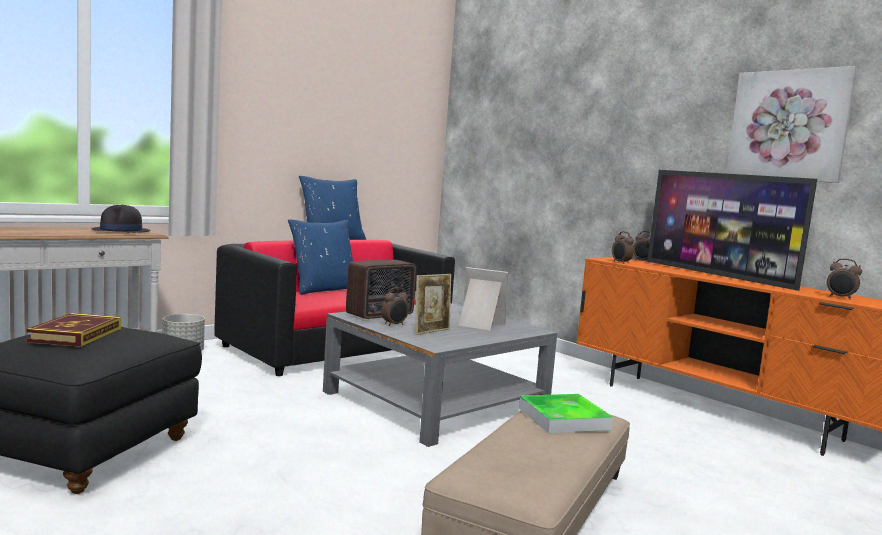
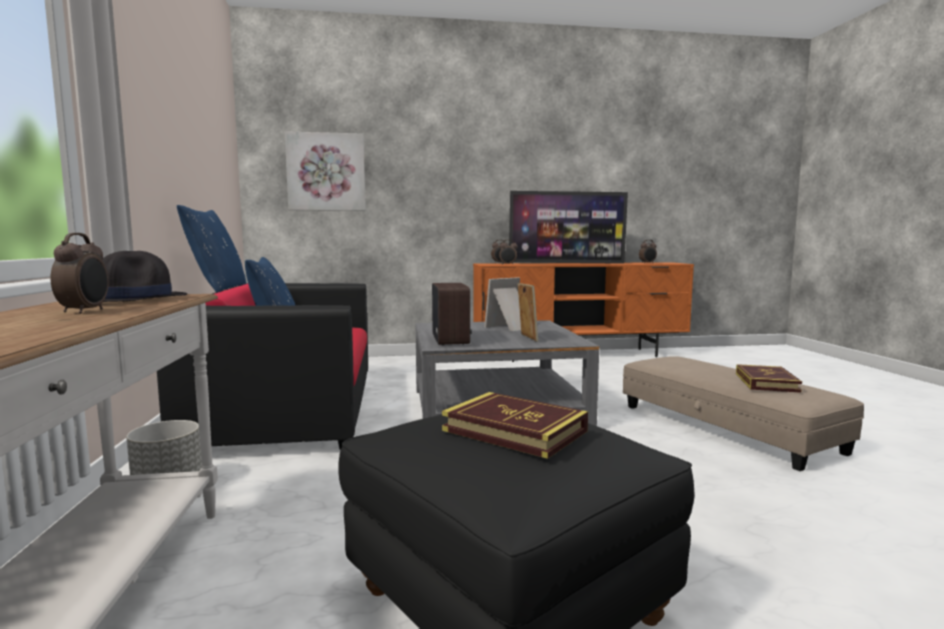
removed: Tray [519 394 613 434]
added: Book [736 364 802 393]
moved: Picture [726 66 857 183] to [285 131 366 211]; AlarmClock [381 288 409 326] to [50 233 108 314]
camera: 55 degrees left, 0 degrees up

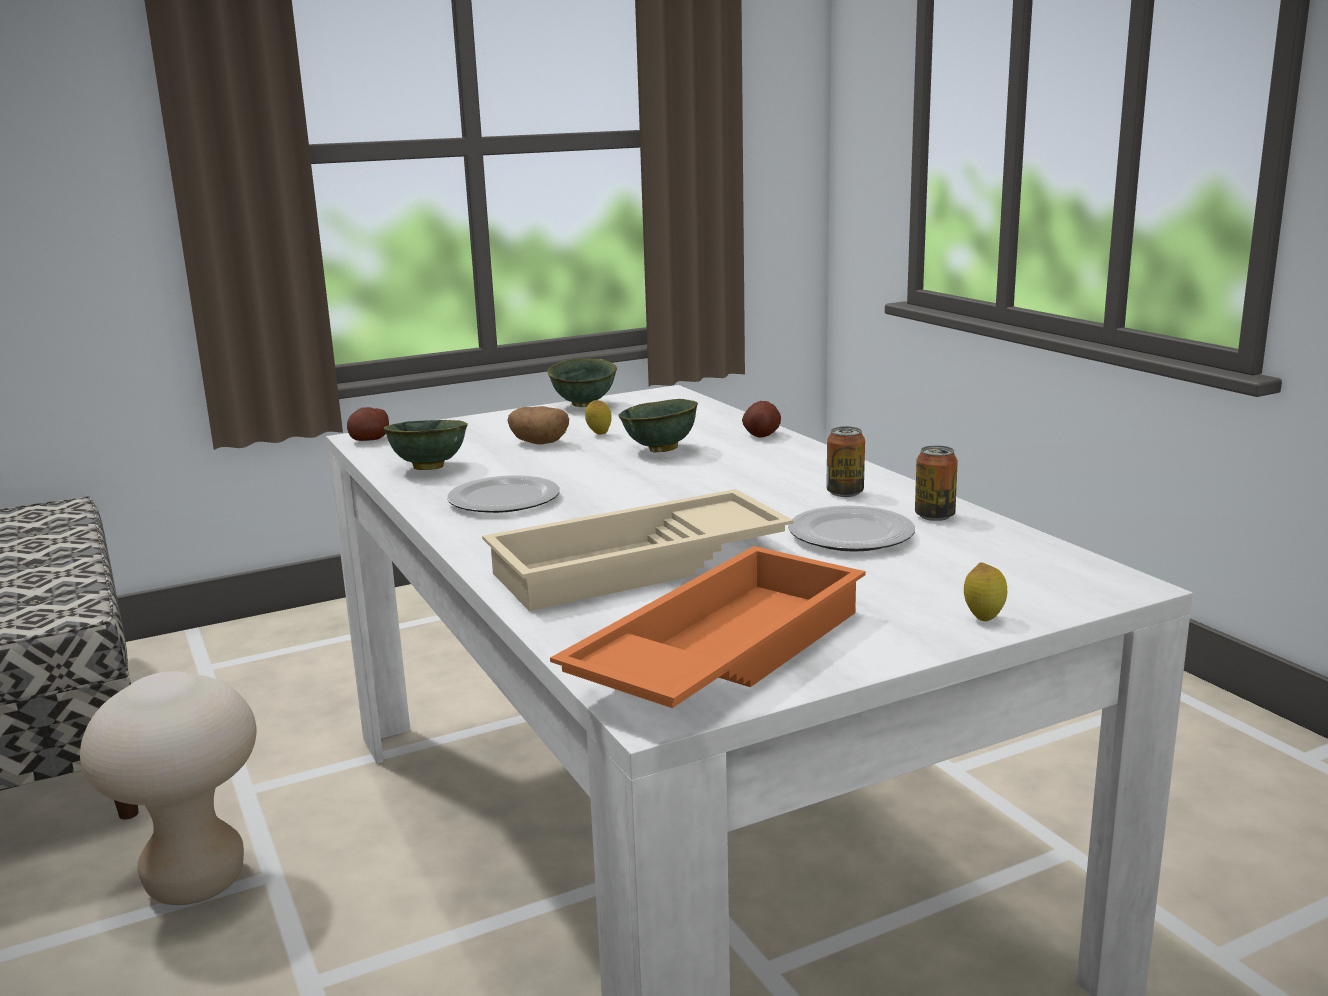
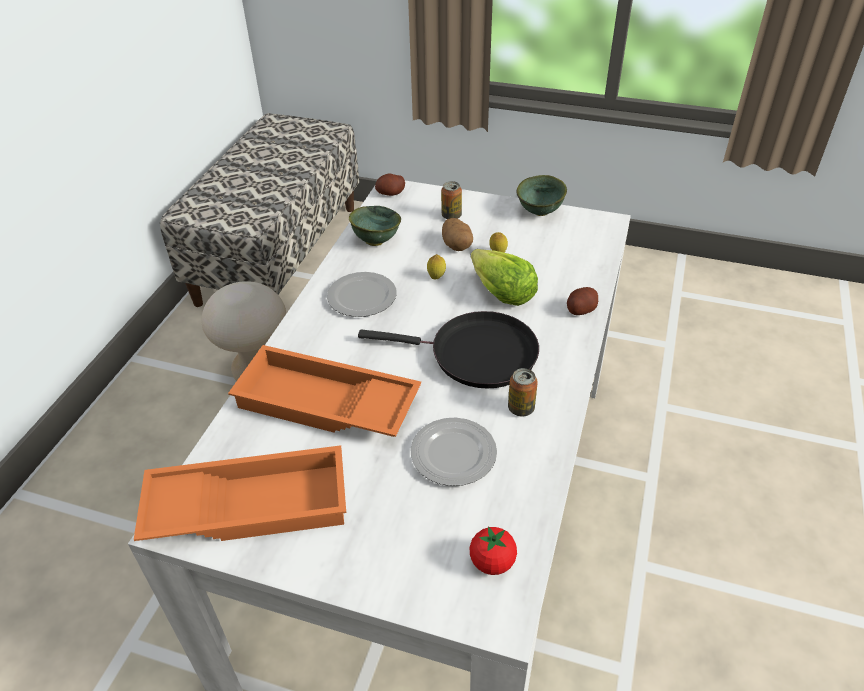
added: BlackFryingPan [358 311 539 388]; Tomato [470 526 517 575]
moved: Can [915 446 958 521] to [441 181 462 219]; Lemon [964 562 1007 621] to [427 254 446 279]
replaced: GreenBowl [618 399 698 452] to Lettuce [471 249 538 306]
recoloured: BeigeTray [482 489 793 611] to OrangeTray [228 345 421 437]
camera: 45 degrees right, 25 degrees up

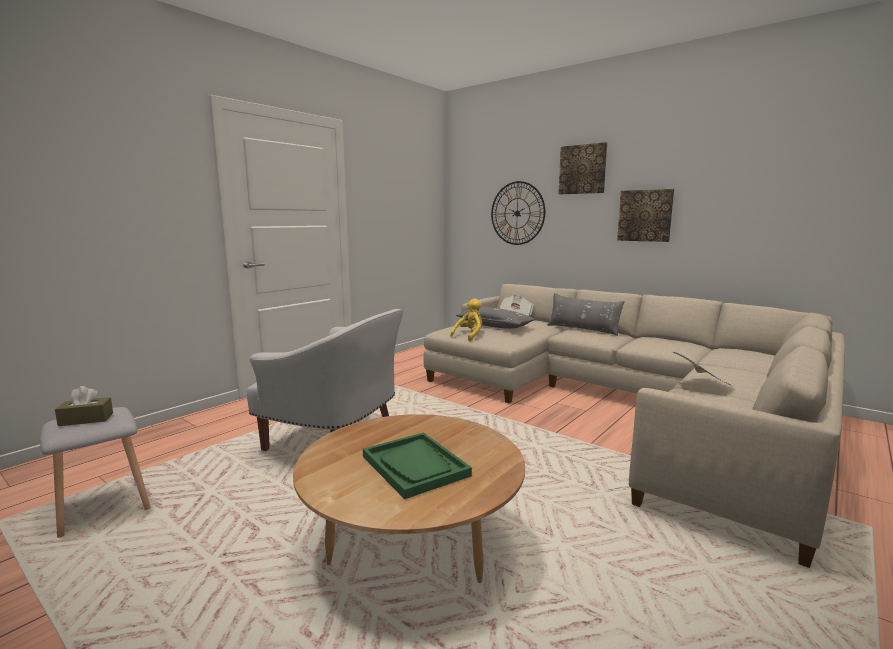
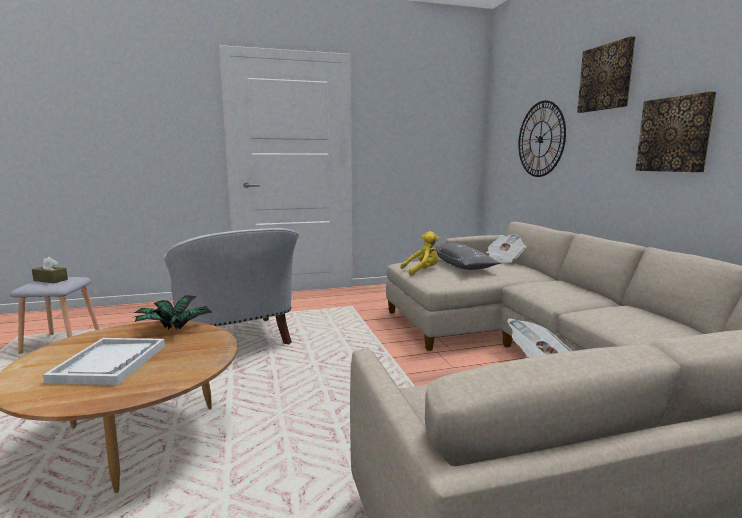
removed: GreyPillow [547 293 625 336]
added: PottedPlant [134 295 212 330]
recoloured: GreenTray [363 432 472 499] to WhiteTray [43 338 165 385]
camera: 35 degrees right, 0 degrees up

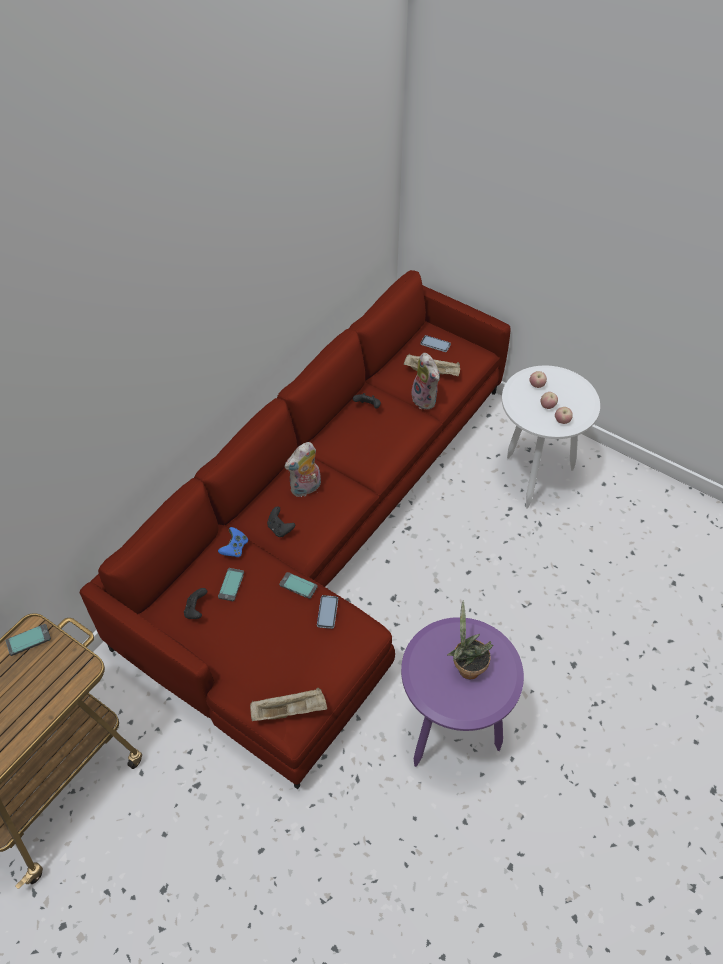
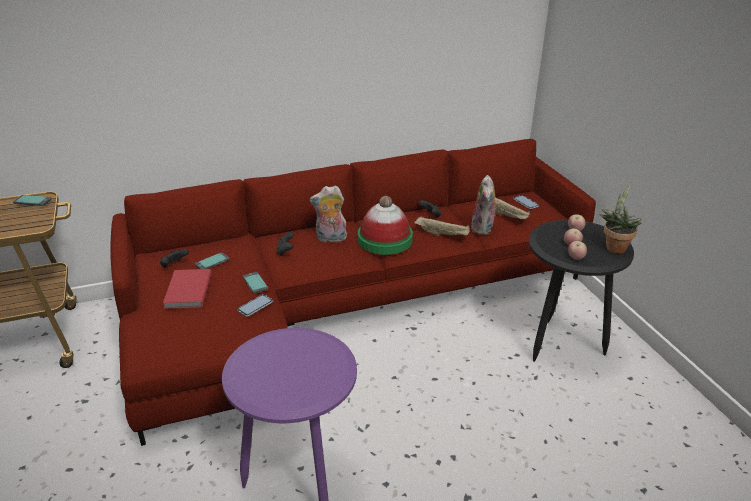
removed: BlueGameController [218 527 248 558]
added: Hat [358 196 413 255]; RedBook [163 269 212 309]
moved: PottedPlant [447 601 493 679] to [599 184 642 254]; BeigeTray [250 688 327 721] to [414 216 470 236]
recoloured: WhiteSideTable [502 366 600 508] to BlackSideTable [529 220 634 362]
camera: 35 degrees right, 20 degrees down

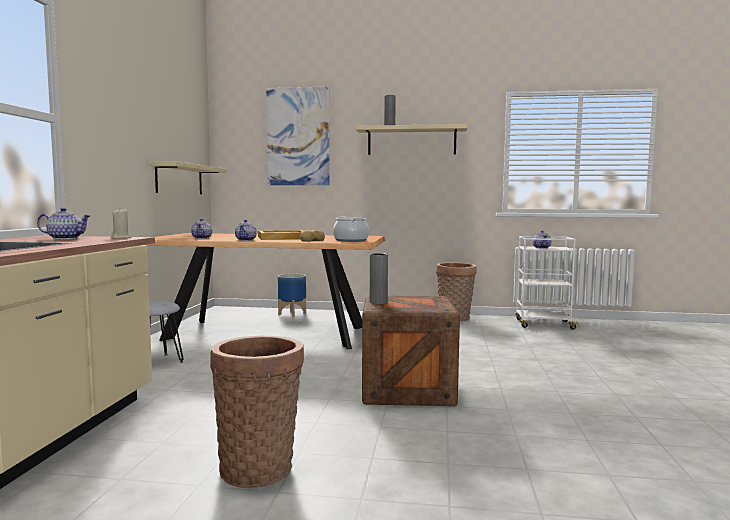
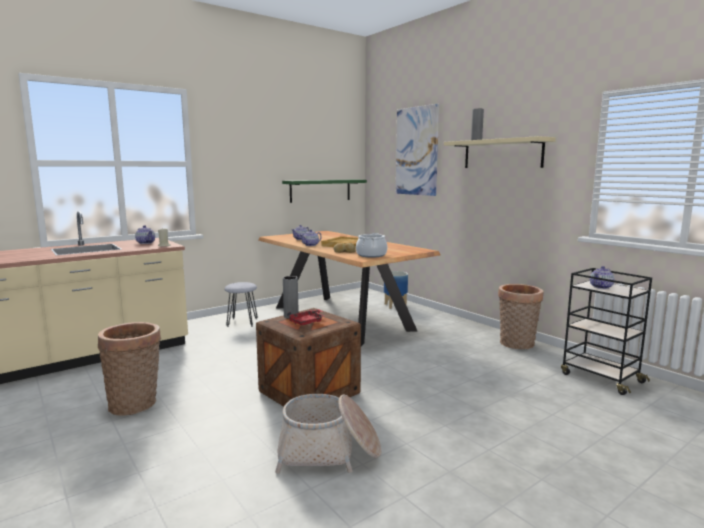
added: RedTray [287 309 325 325]; Basket [275 394 381 474]
recoloured: BeigeShelf [149 161 227 194] to GreenShelf [282 179 367 203]; WhiteCart [515 236 579 330] to BlackCart [561 268 652 395]
camera: 45 degrees right, 5 degrees up

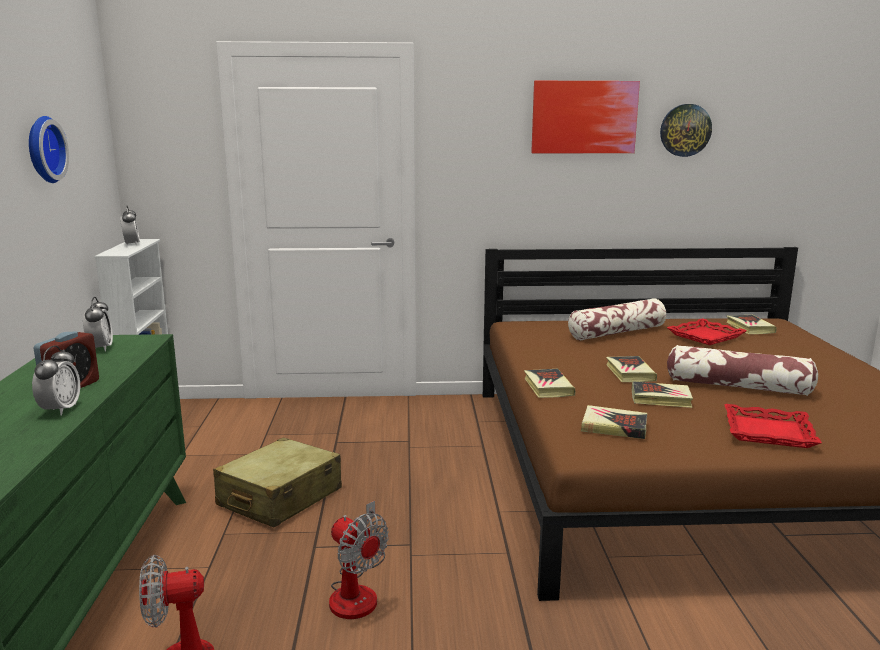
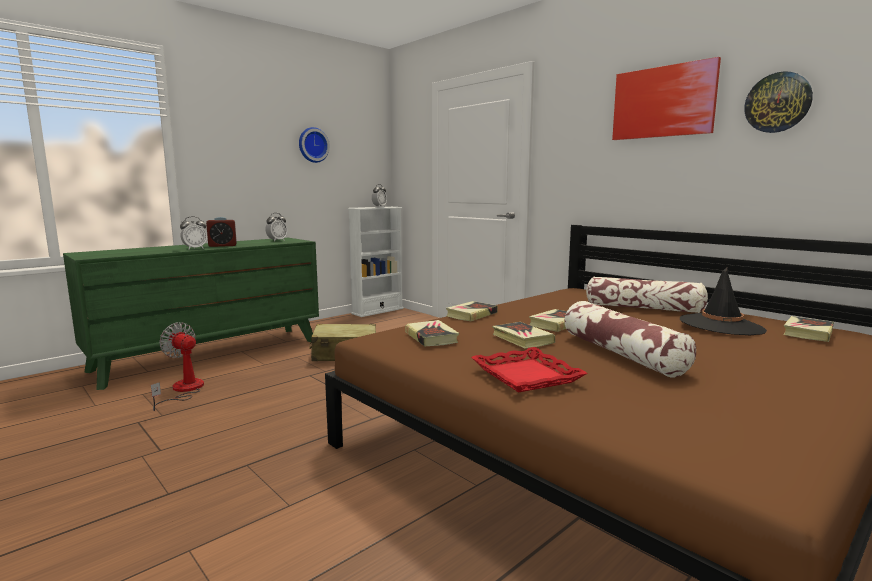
removed: Fan [329 501 389 619]
replaced: RedTray [667 318 747 345] to BlackHat [680 267 767 335]
camera: 50 degrees right, 5 degrees down

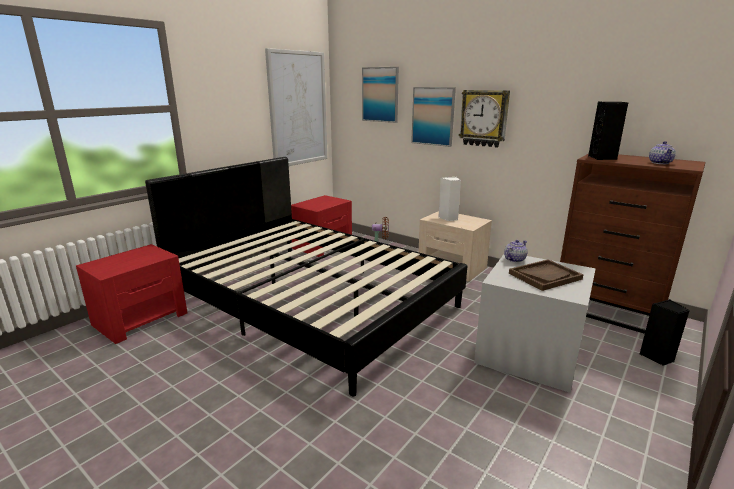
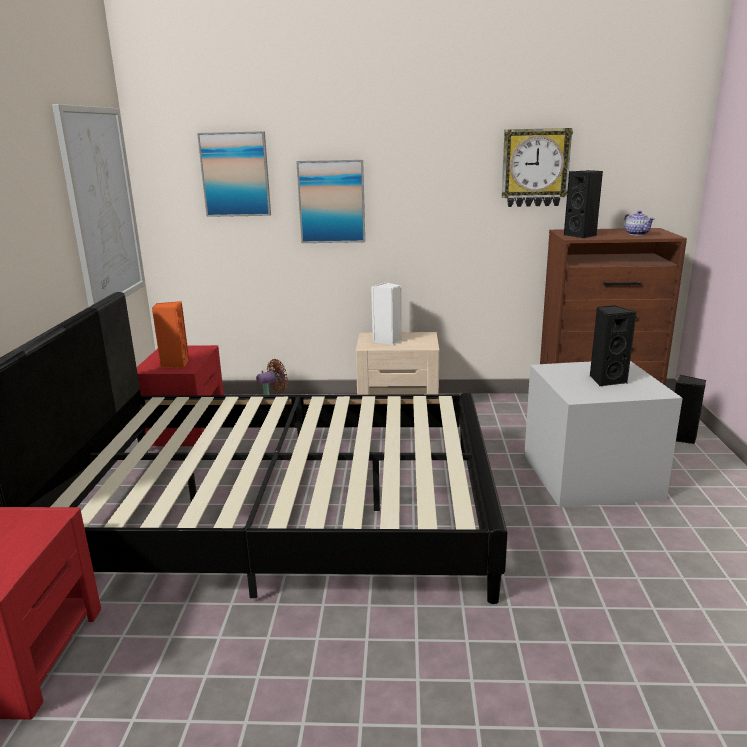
removed: Teapot [504 240 527 262]
added: OrangeSpeaker [152 301 189 368]
moved: WallClock [459 90 510 148] to [501 128 573 207]
replaced: BrownTray [509 259 583 291] to BlackSpeaker [589 305 637 387]
camera: 35 degrees left, 0 degrees up

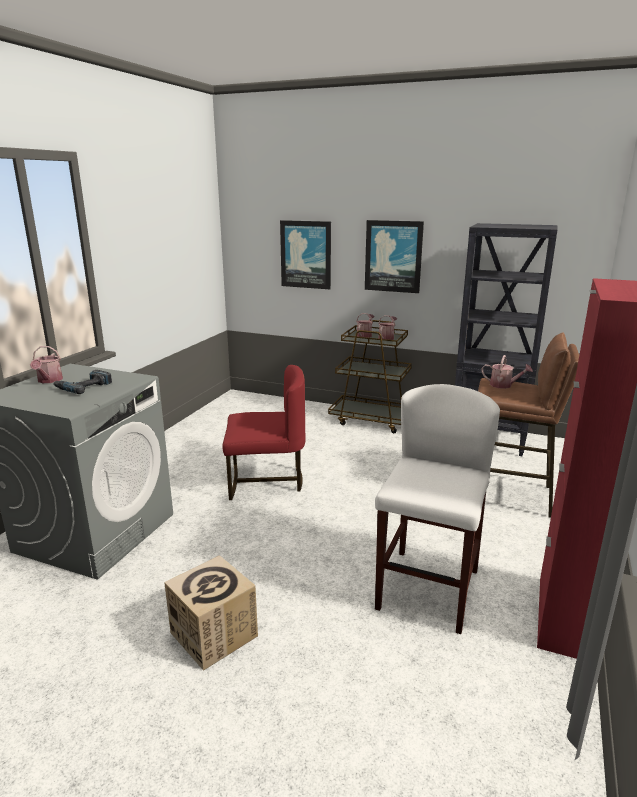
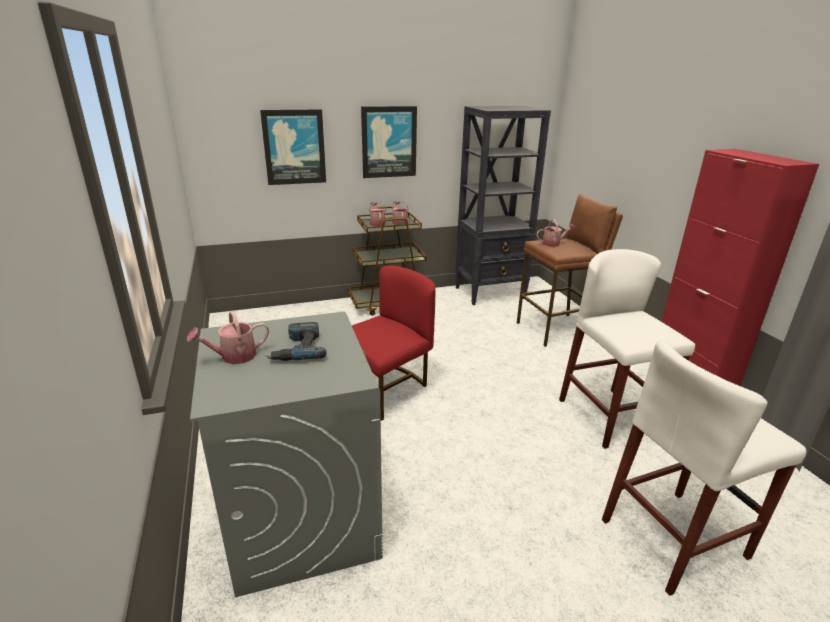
removed: CardboardBox [164 555 258 671]
added: WhiteStool [602 339 806 596]
turned: WateringCan [30 346 63 383] = [187 310 269 364] 105 degrees clockwise
camera: 40 degrees left, 5 degrees up

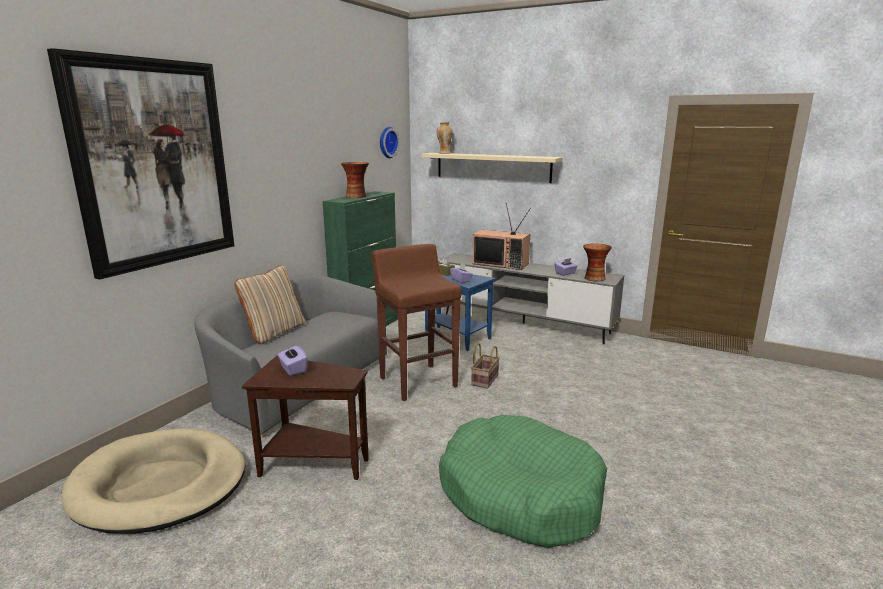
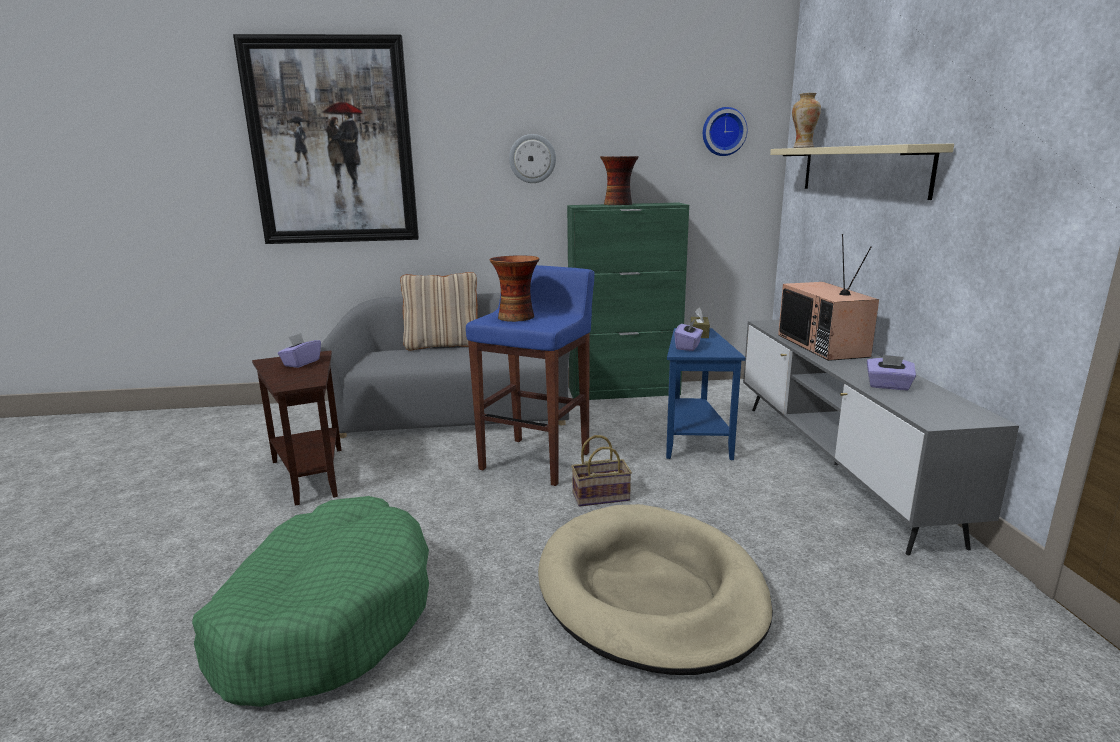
added: WallClock [509 134 556 183]
moved: Vase [583 243 612 282] to [489 255 539 322]; BeigeDogBed [61 429 246 534] to [538 504 773 675]
recoloured: BrownStool [371 244 462 401] to BlueStool [466 265 595 486]
camera: 55 degrees right, 0 degrees up

